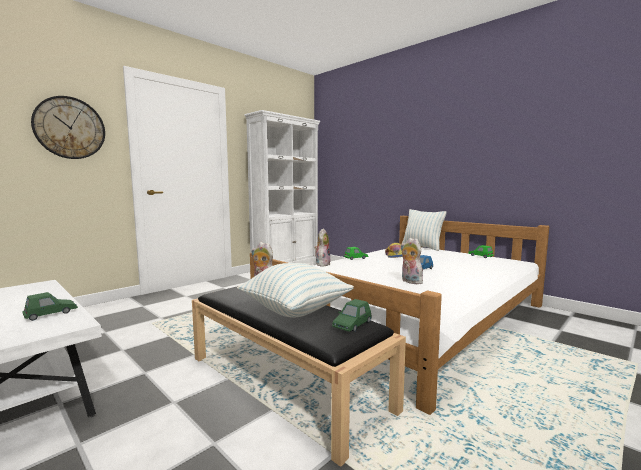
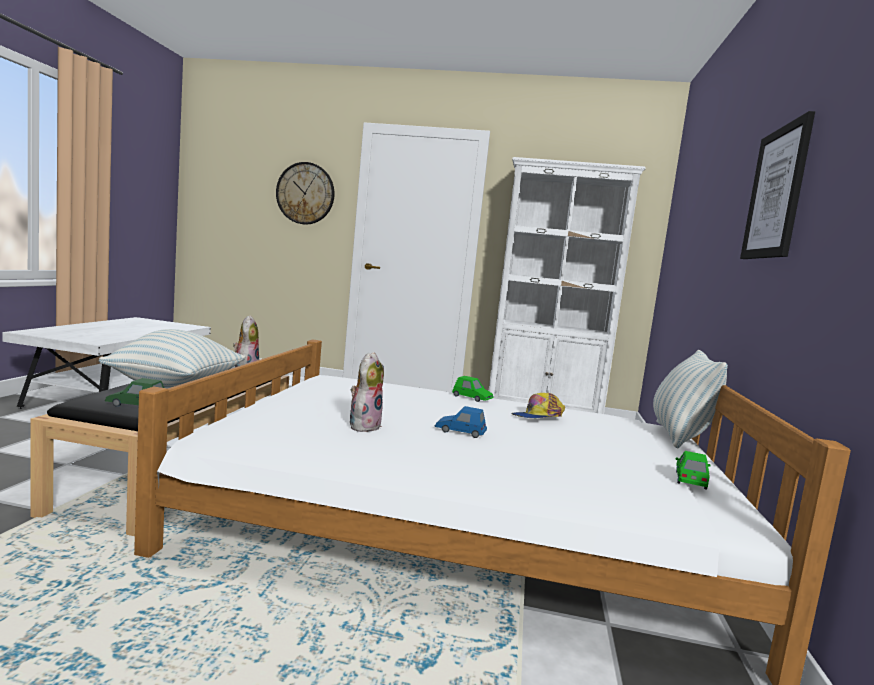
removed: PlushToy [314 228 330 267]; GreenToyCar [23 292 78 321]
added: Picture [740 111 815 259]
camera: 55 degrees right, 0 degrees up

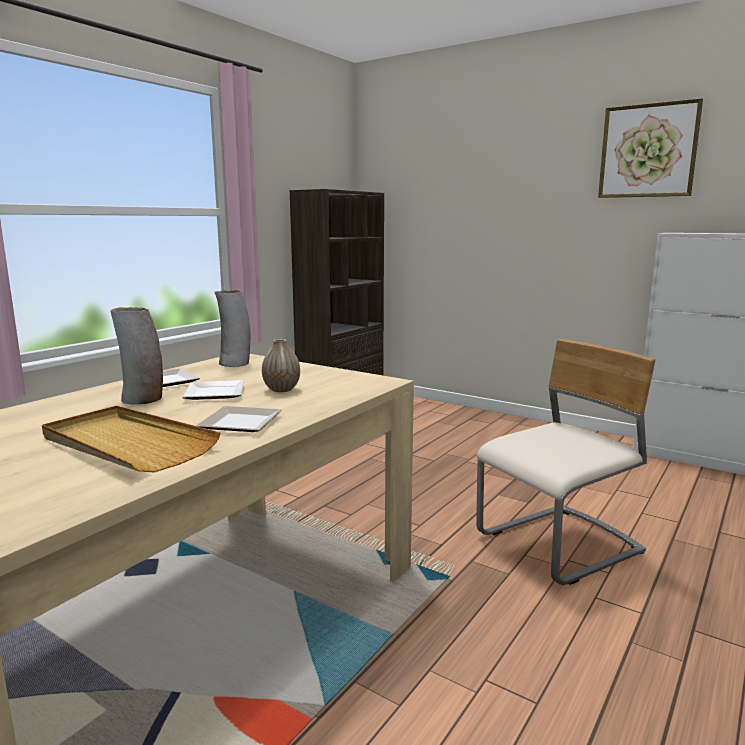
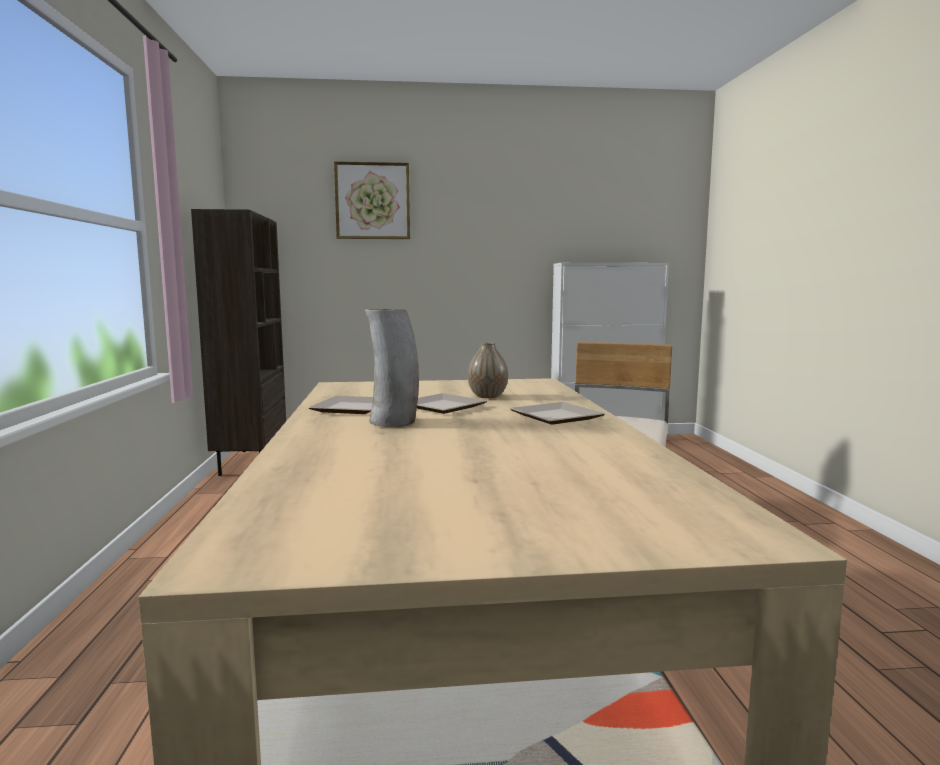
removed: Vase [214 290 251 367]; BeigeTray [42 406 221 472]
moved: Picture [598 98 703 198] to [334 161 410 239]
camera: 40 degrees left, 5 degrees down

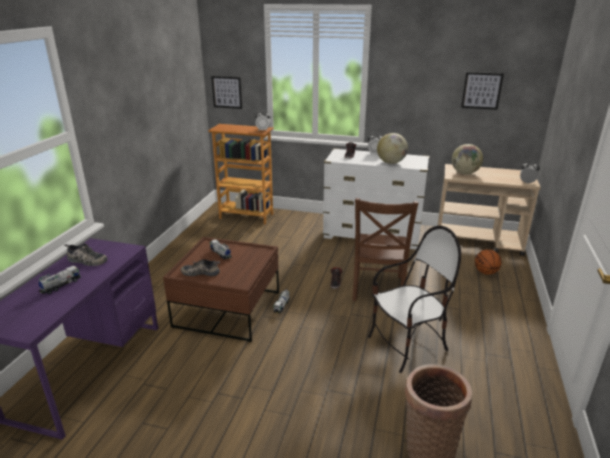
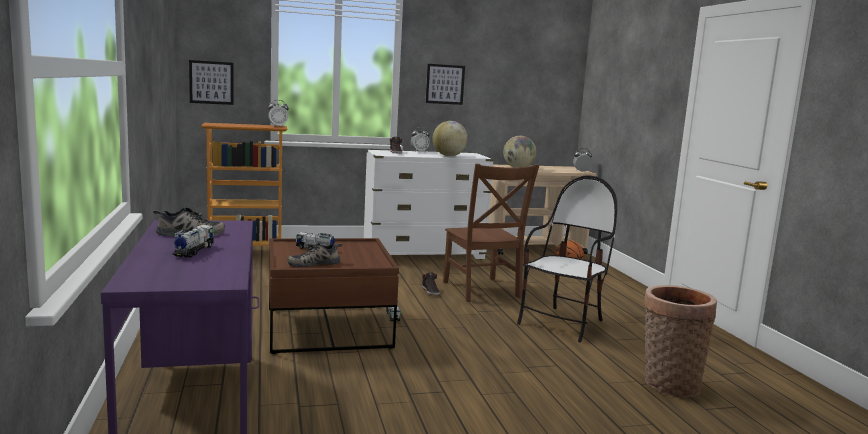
moved: Picture [461 72 504 110] to [426 64 465 105]
camera: 30 degrees left, 15 degrees down

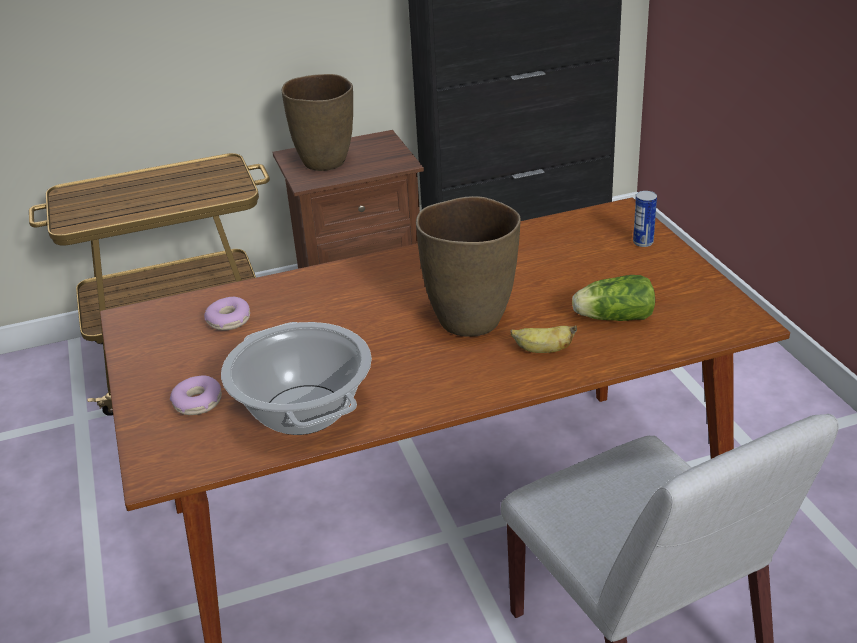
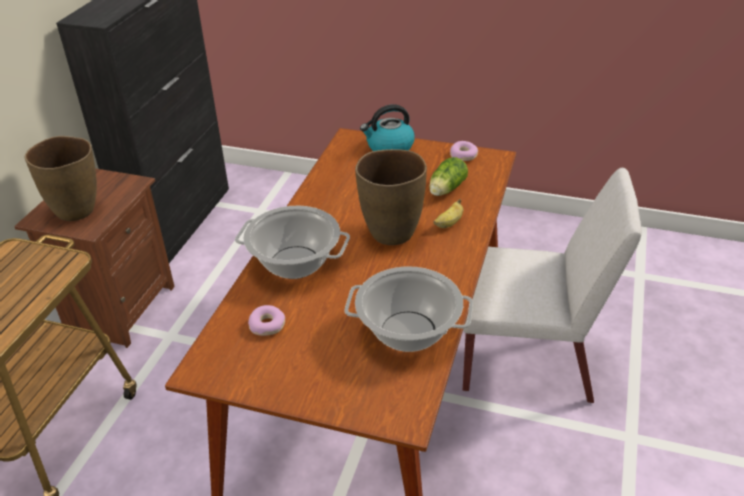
added: CookingPot [235 206 350 279]
moved: Donut [170 375 222 415] to [450 141 478 161]
replaced: Can [633 191 657 247] to Kettle [360 104 415 151]
camera: 55 degrees left, 5 degrees up

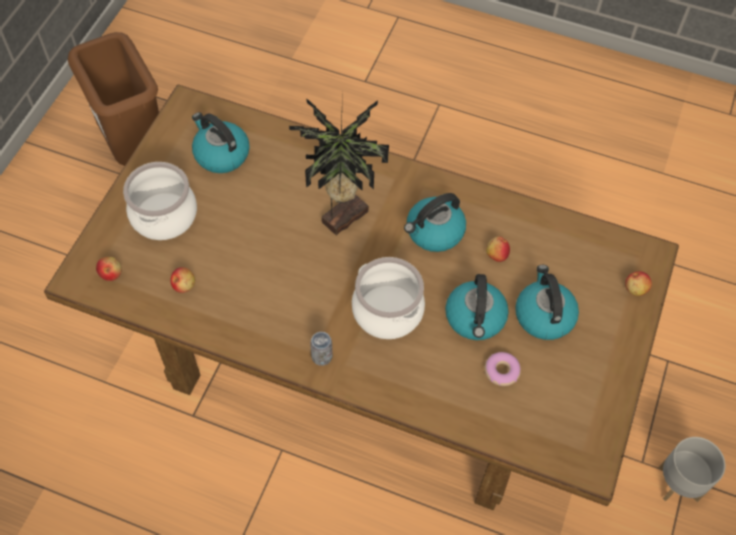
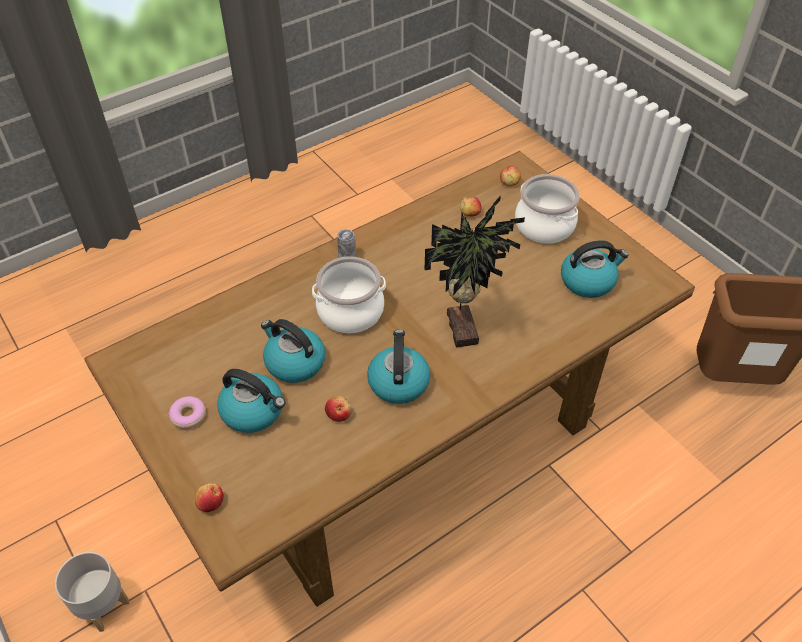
moved: Donut [485 352 521 386] to [168 396 206 429]
camera: 125 degrees right, 10 degrees down

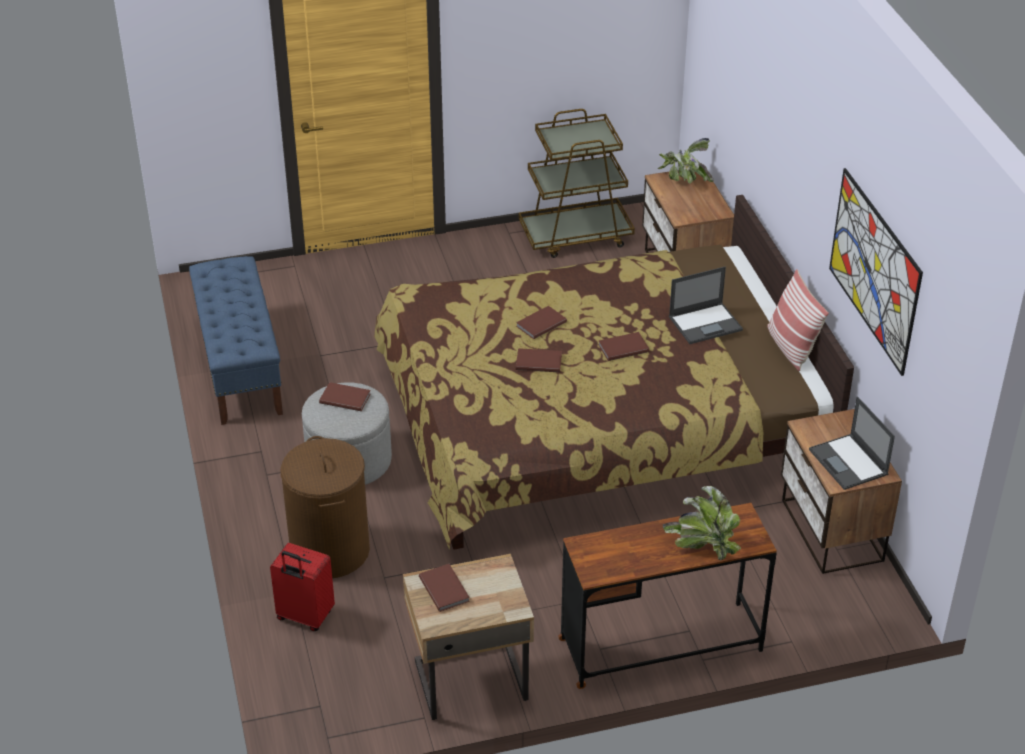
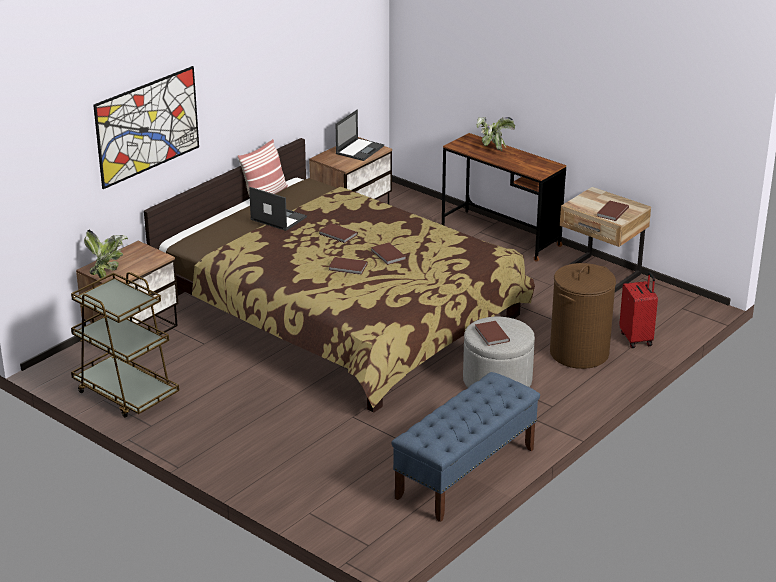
moved: Picture [829 168 923 376] to [93 66 199 189]
camera: 125 degrees left, 10 degrees down

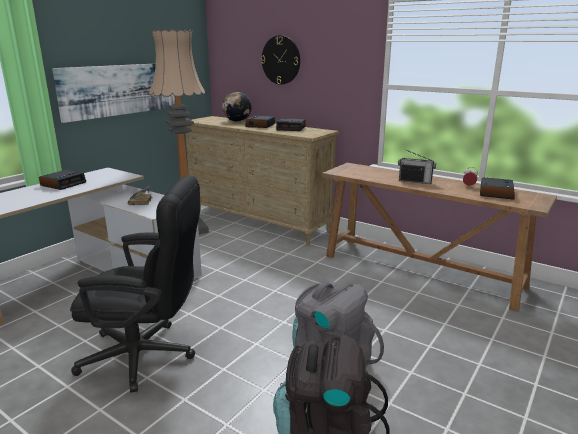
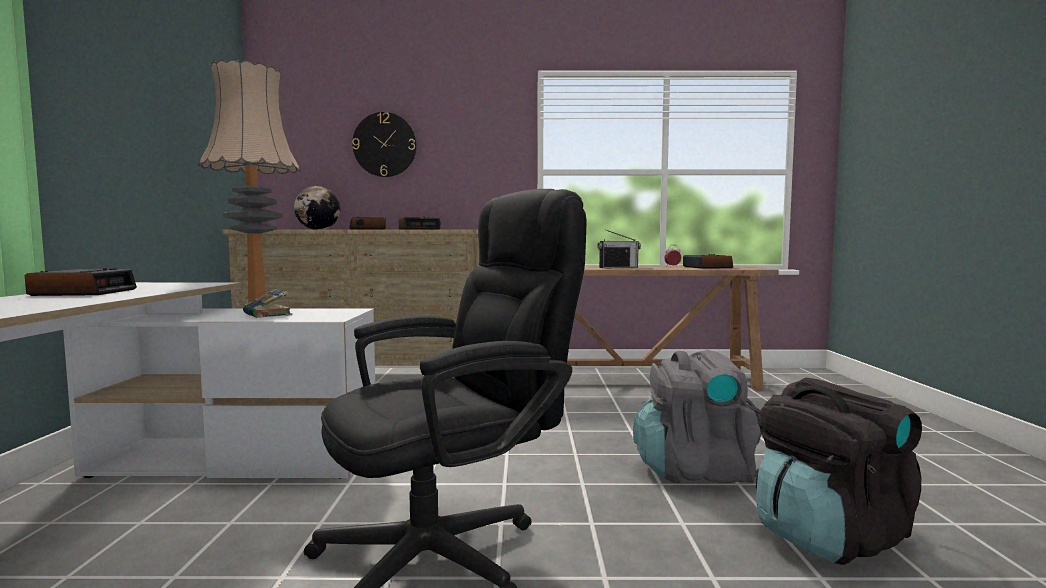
removed: Picture [52 64 175 123]
camera: 35 degrees left, 15 degrees down

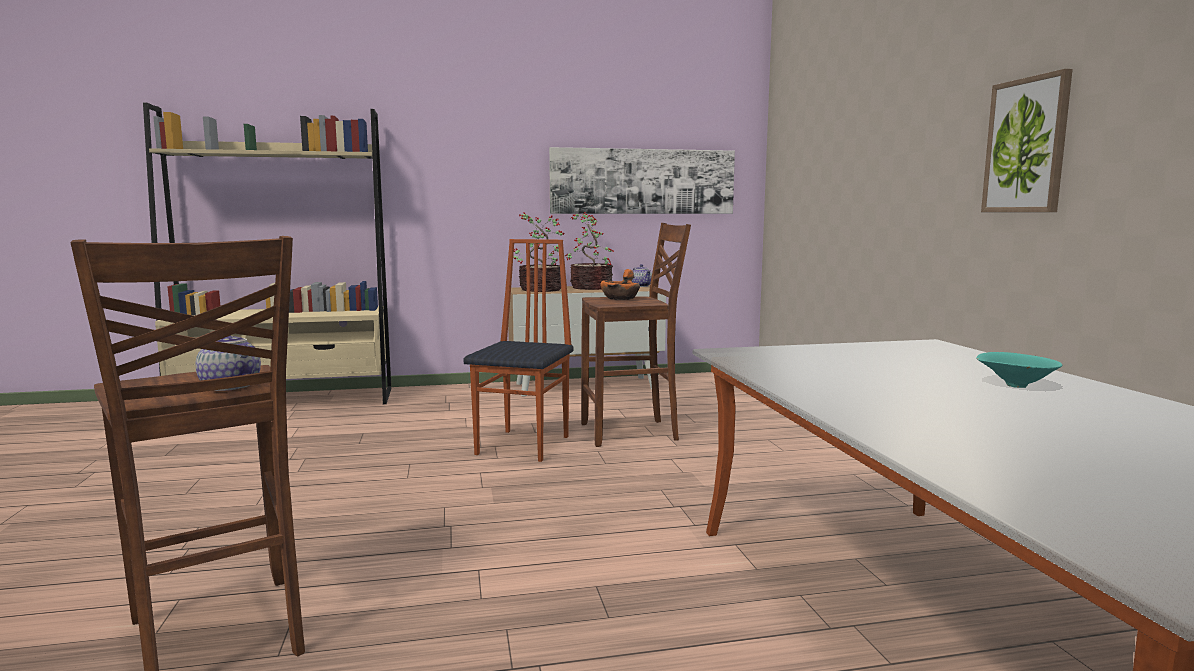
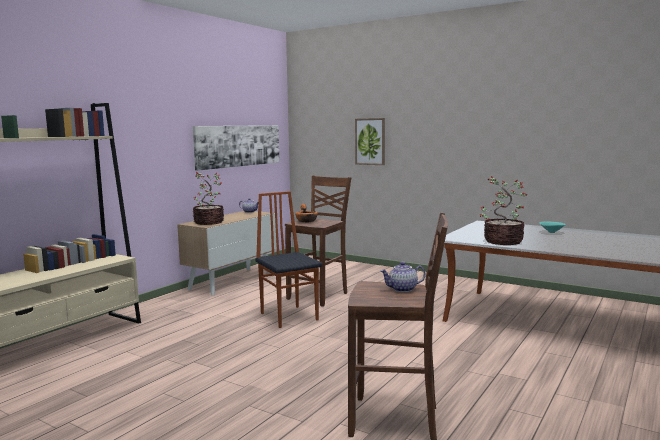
moved: Picture [981 69 1073 212] to [355 118 385 165]; PottedPlant [565 212 614 290] to [480 176 527 245]
camera: 45 degrees left, 0 degrees up

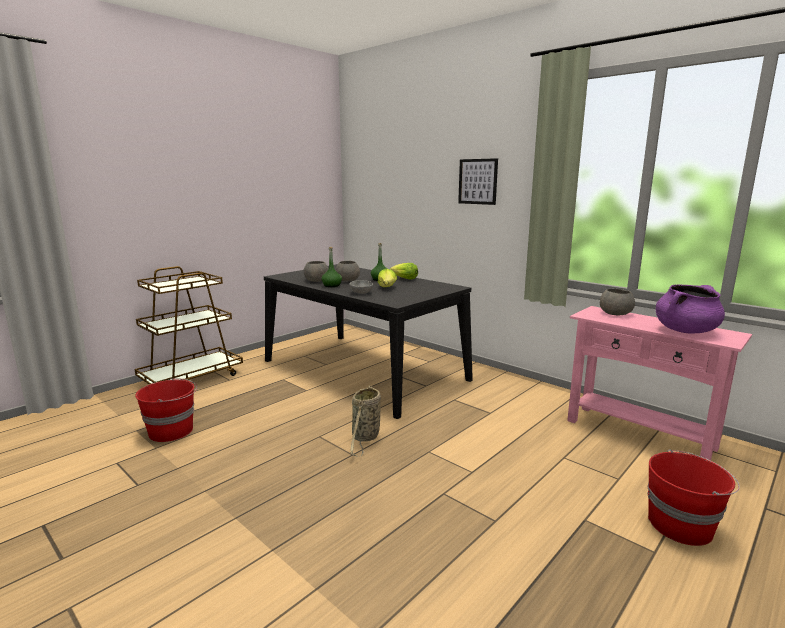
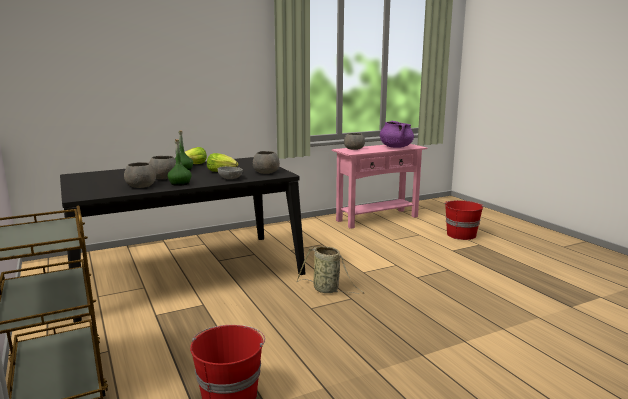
removed: Picture [458 158 498 205]
added: GreyBowl [253 151 280 174]
camera: 70 degrees left, 0 degrees up

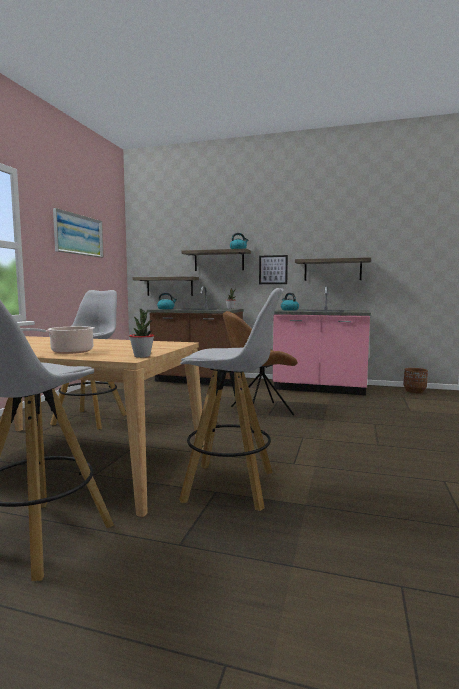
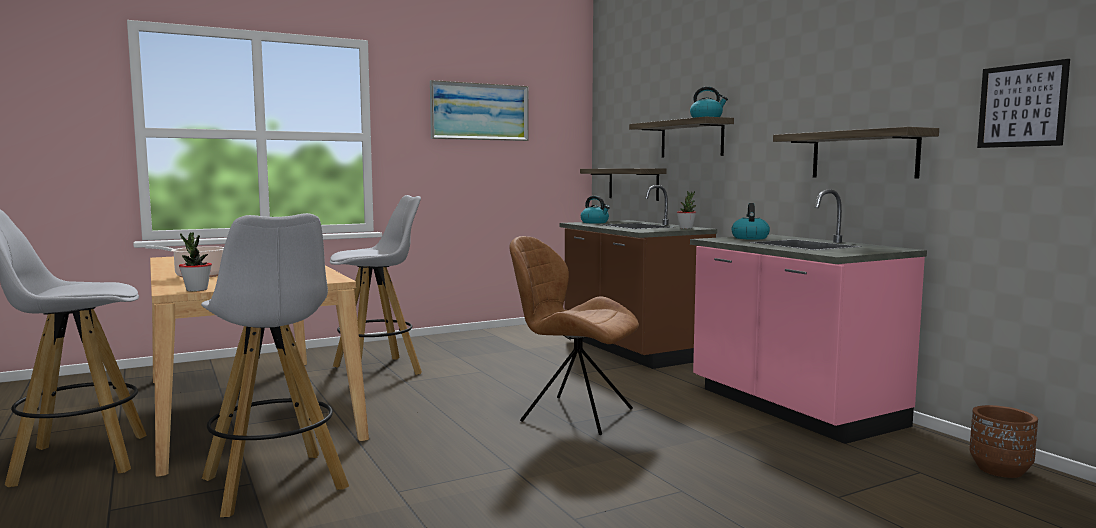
moved: Picture [259 255 288 284] to [977 59 1070 148]
camera: 45 degrees right, 0 degrees up

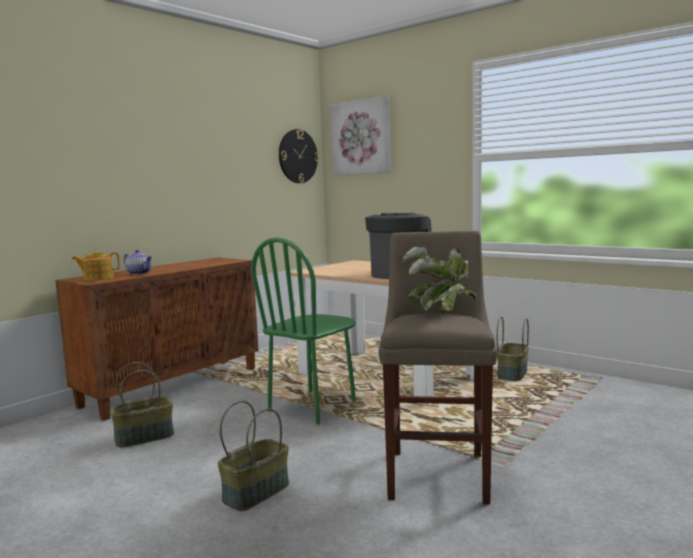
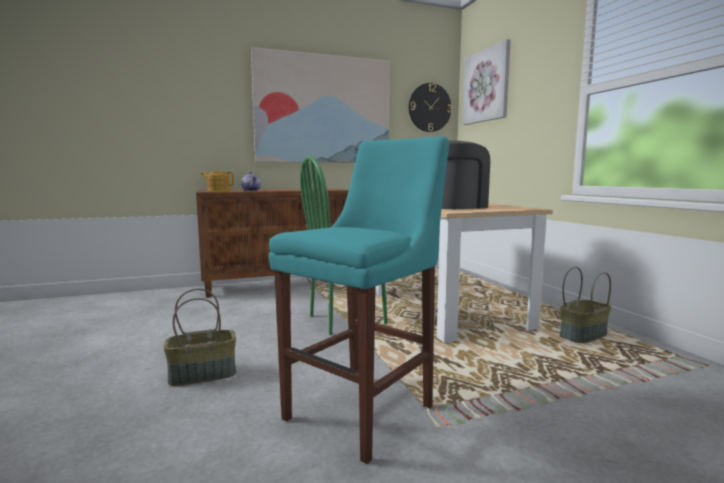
removed: PottedPlant [403 247 476 315]; Basket [110 362 174 448]
added: Picture [251 47 390 163]
recoloured: BeigeStool [379 231 497 505] to TurquoiseStool [269 136 449 464]
camera: 30 degrees right, 0 degrees up

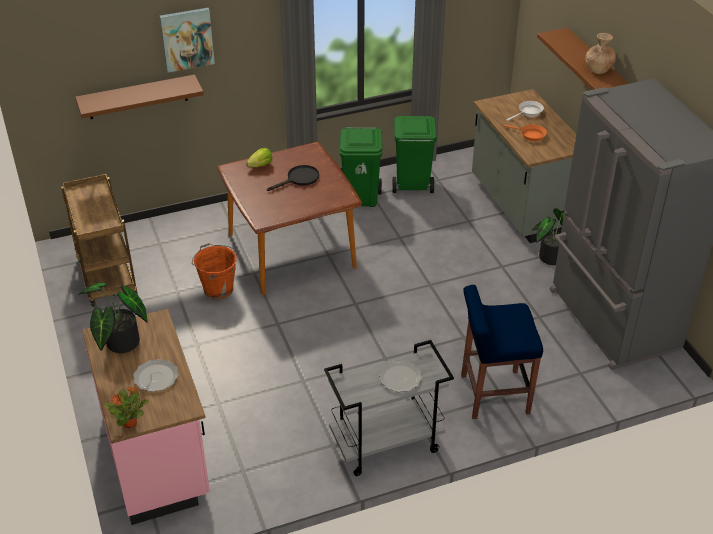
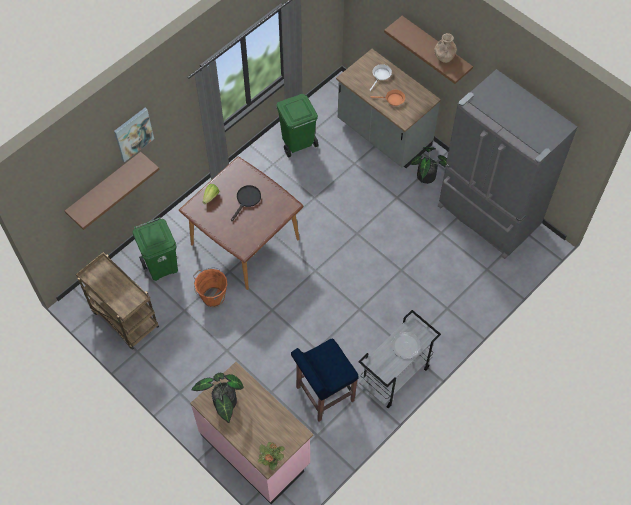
removed: Plate [133 359 178 392]
moved: GreenTrashCan [340 127 382 207] to [133 217 178 281]; BlueStool [461 285 543 419] to [291 339 359 421]
camera: 25 degrees left, 20 degrees up

